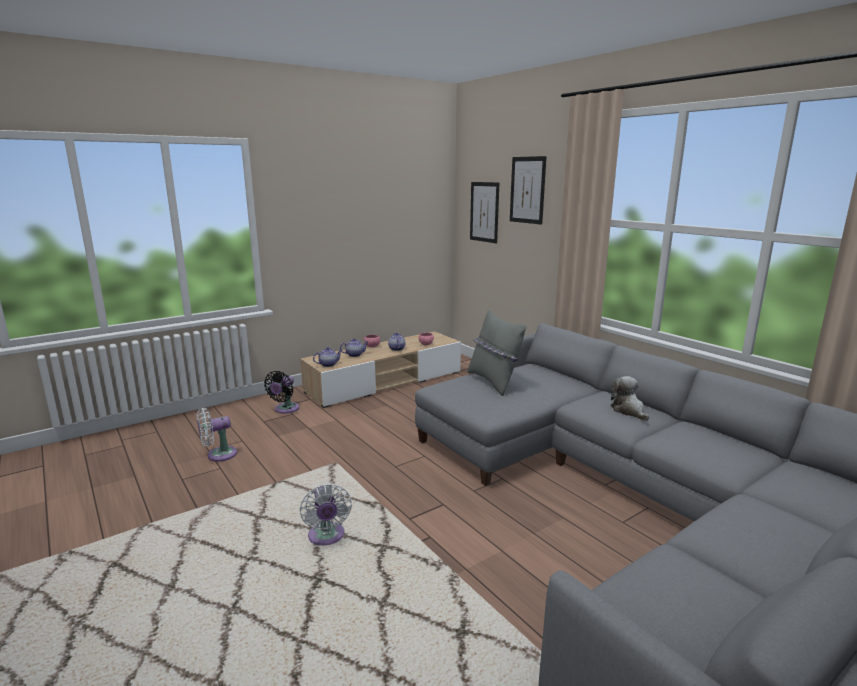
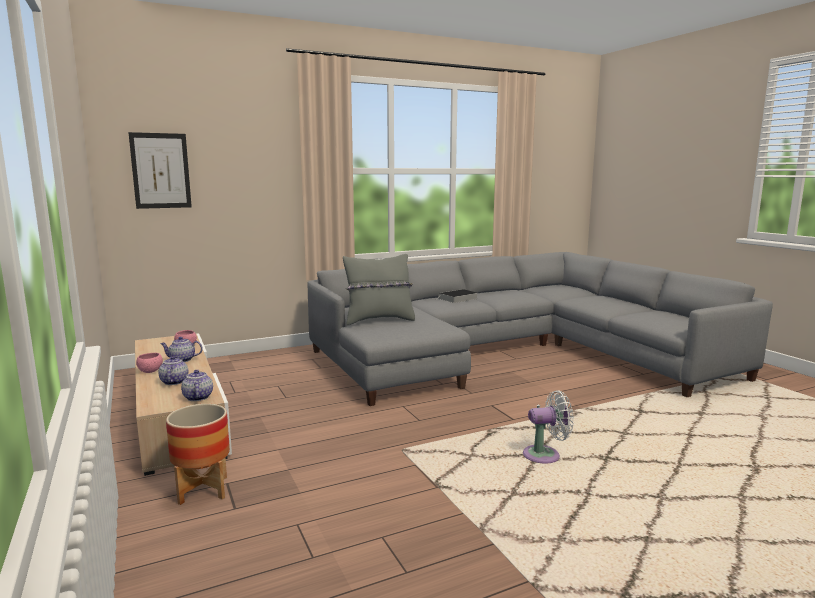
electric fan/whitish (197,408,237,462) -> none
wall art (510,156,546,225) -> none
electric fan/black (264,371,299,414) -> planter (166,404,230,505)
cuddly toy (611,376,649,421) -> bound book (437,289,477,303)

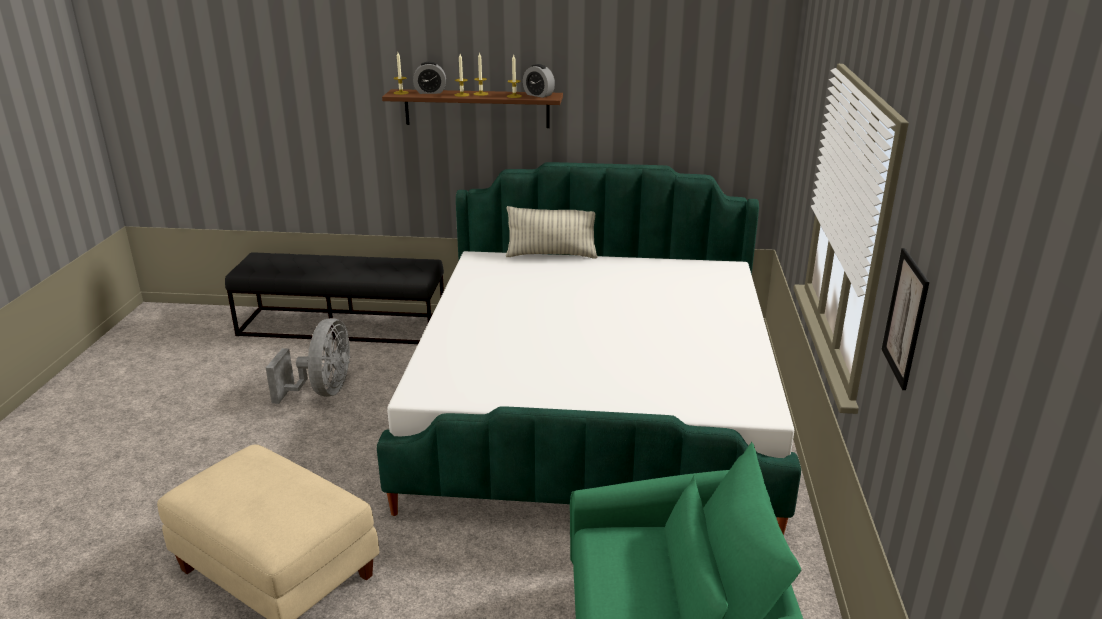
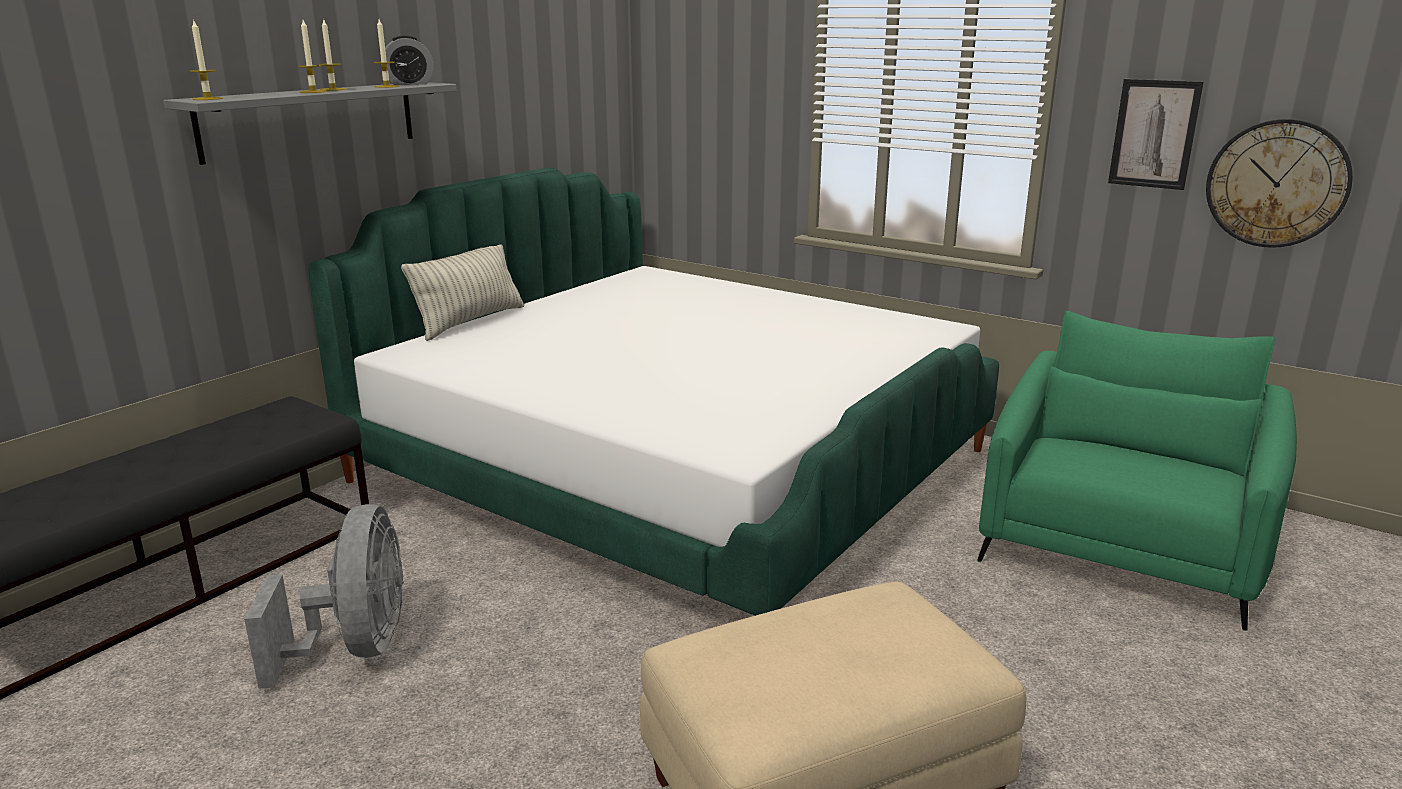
alarm clock (413,62,446,94) -> none
none -> clock on the wall (1206,119,1353,248)
shelf/brown (382,89,563,128) -> shelf/gray (163,82,457,165)
electric fan/gray (266,318,350,404) -> electric fan/gray (244,504,404,689), 45 degrees clockwise

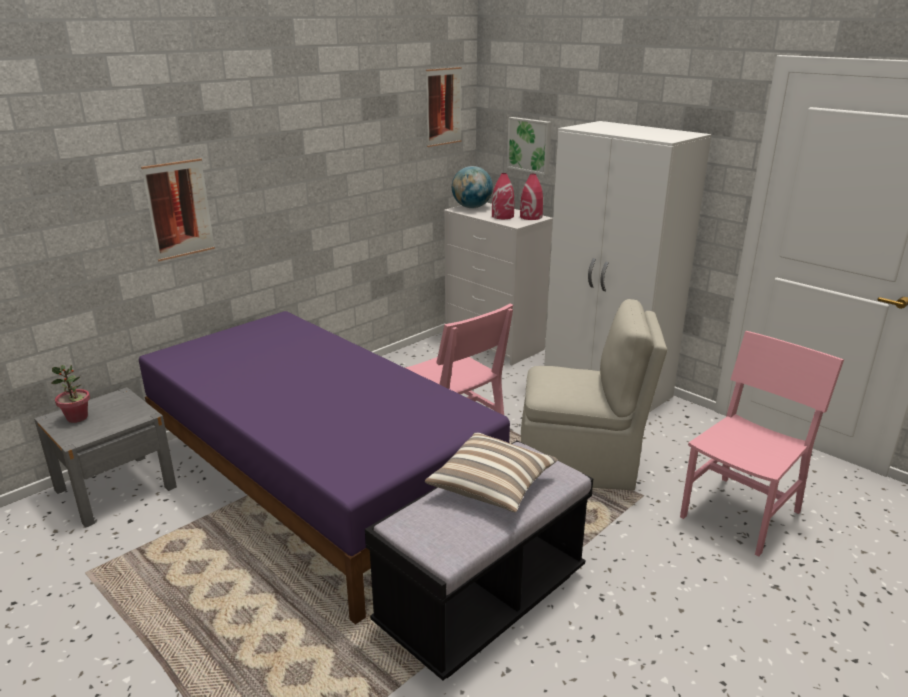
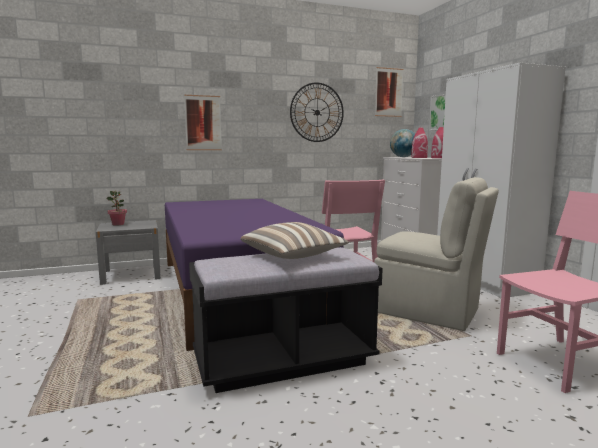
none -> clock on the wall (290,83,344,142)

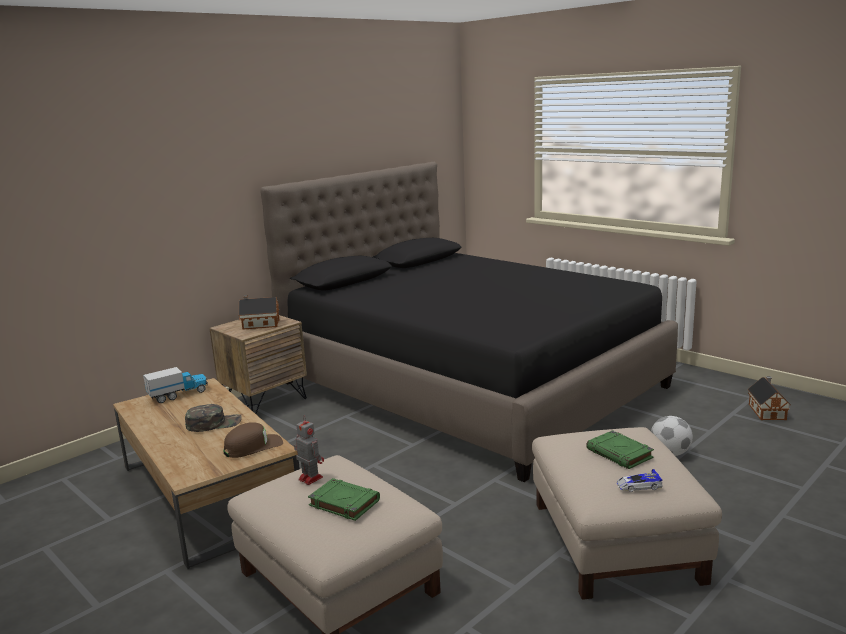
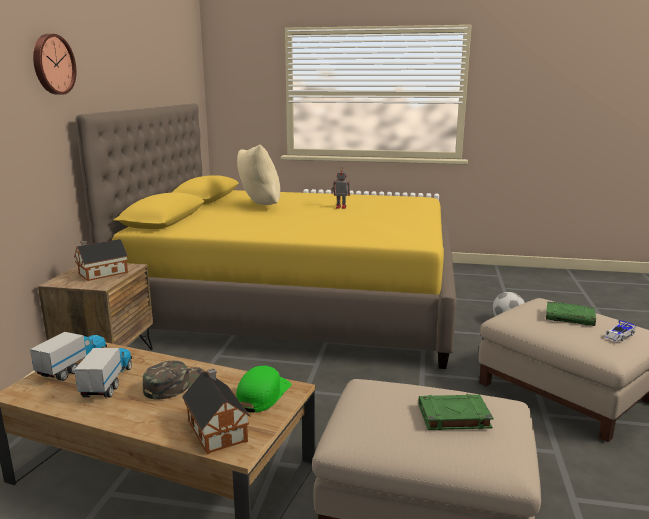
none -> clock on the wall (33,34,76,95)
none -> model truck (74,342,132,397)
none -> pillow/beige-coloured (237,144,280,205)
model robot (294,416,324,485) -> model robot (332,167,350,209), shifted
miniature house (747,376,791,420) -> miniature house (182,369,251,454), shifted
cap/brown (223,422,283,458) -> cap/green-coloured (236,366,292,413)
bedroom bed/black (260,162,678,482) -> bedroom bed/yellow (75,103,456,369)

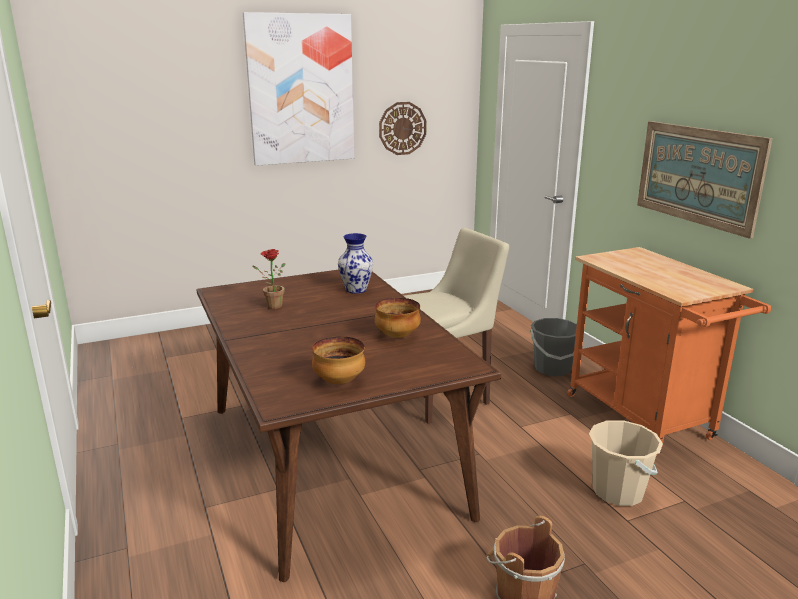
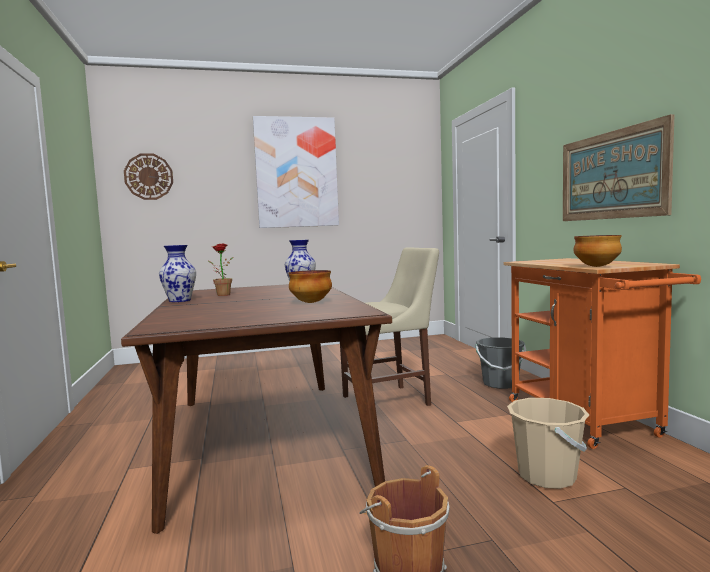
none -> decorative vase (159,245,196,302)
bowl (312,336,365,384) -> bowl (573,235,622,267), shifted
clock on the wall (379,102,427,155) -> clock on the wall (124,153,173,200), shifted

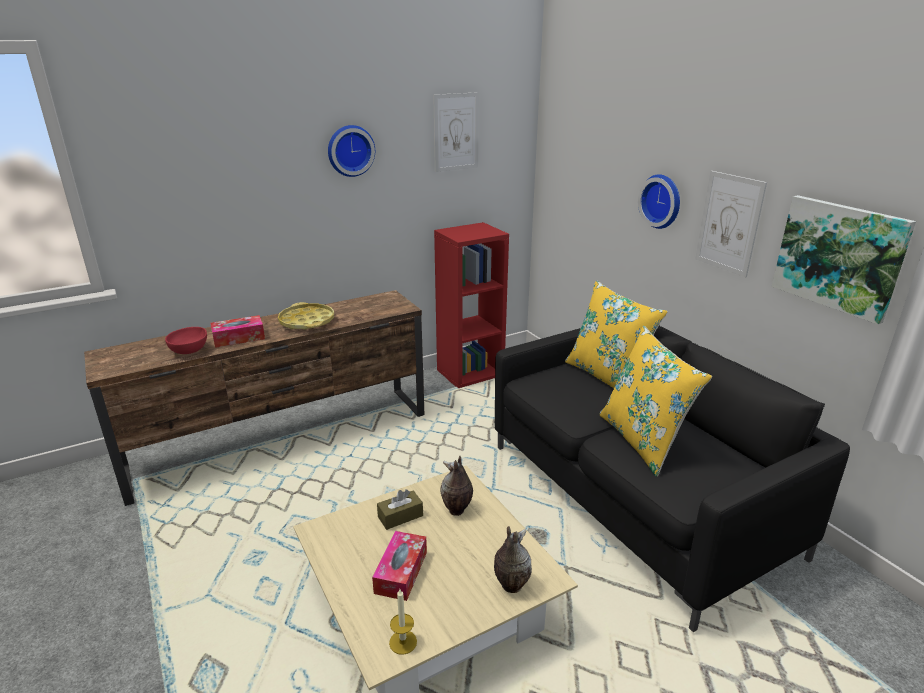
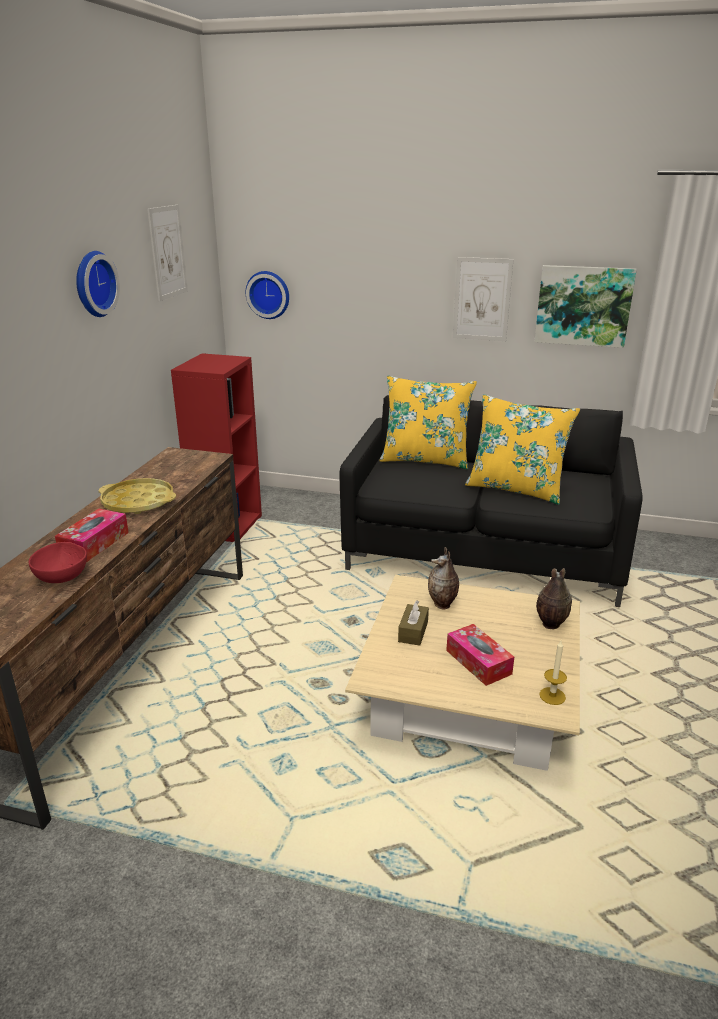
clock on the wall (638,174,680,229) -> clock on the wall (246,271,289,319), shifted

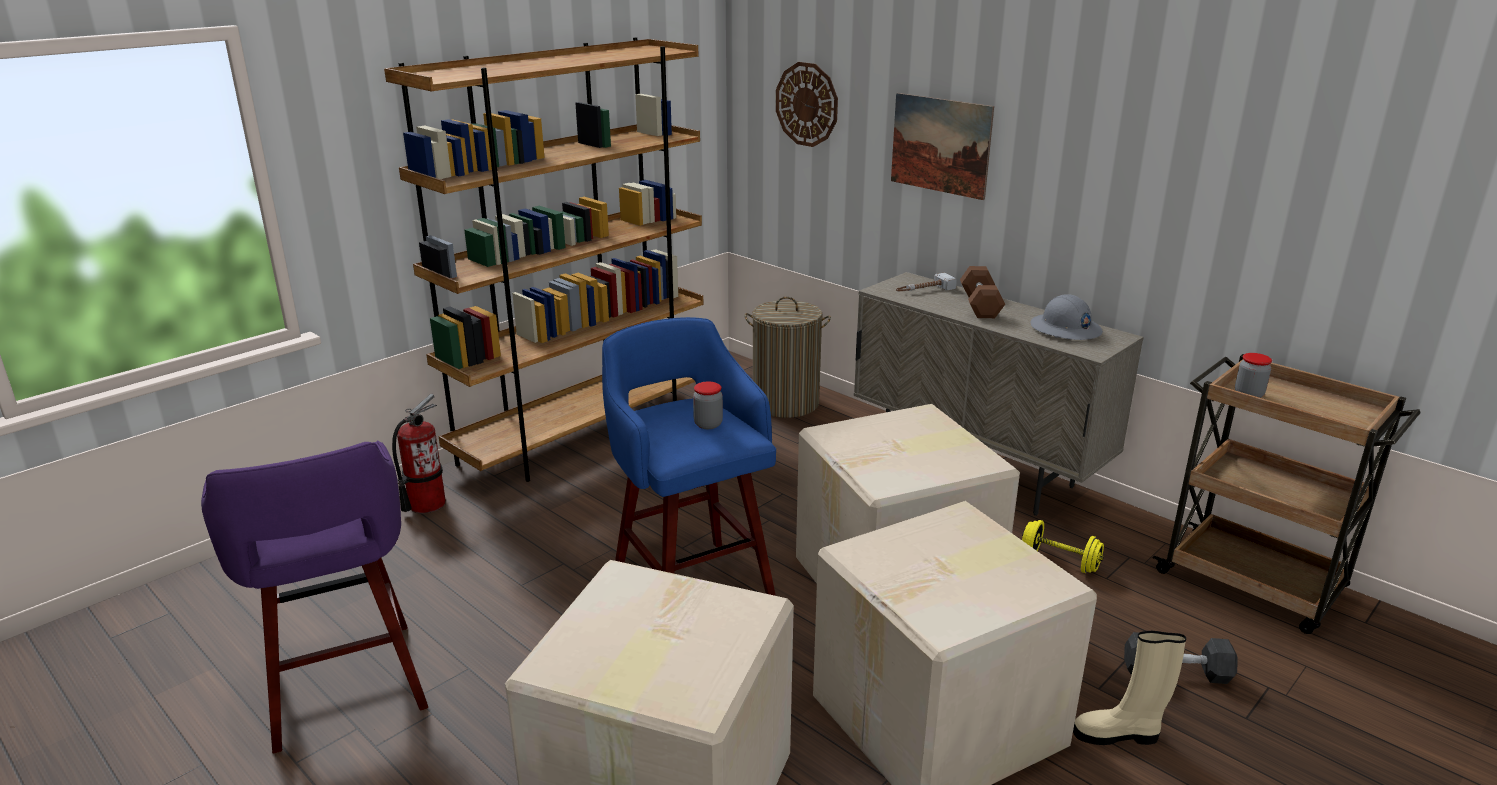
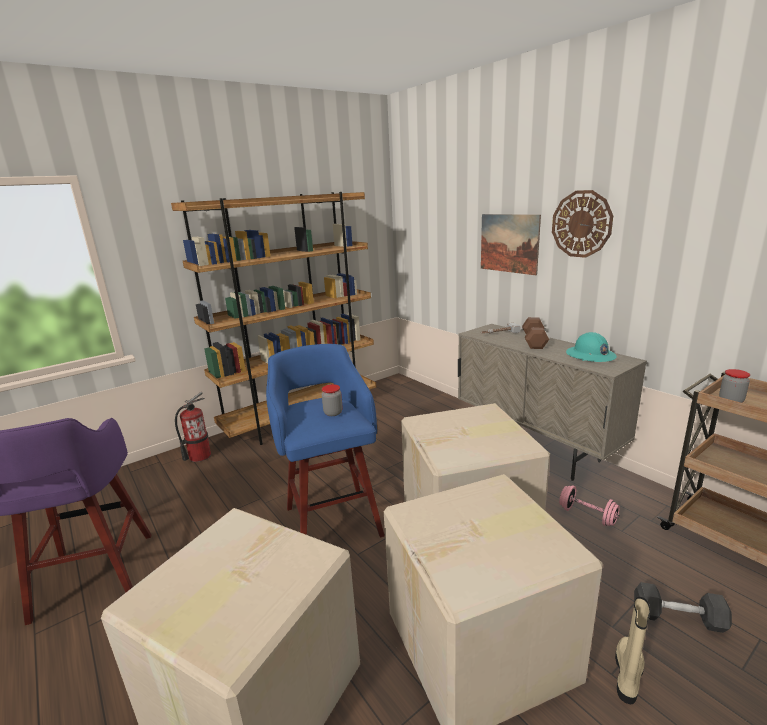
hamper (744,297,831,418) -> none
clock on the wall (776,62,838,147) -> clock on the wall (552,190,613,258), shifted
hand weight/yellow (1022,520,1104,573) -> hand weight/pinkish (559,485,620,526)
safety helmet/gray (1031,295,1103,340) -> safety helmet/blue-green (566,332,617,362)
tall boot/beige-coloured (1073,631,1186,745) -> tall boot/beige-coloured (615,597,650,704), 105 degrees clockwise

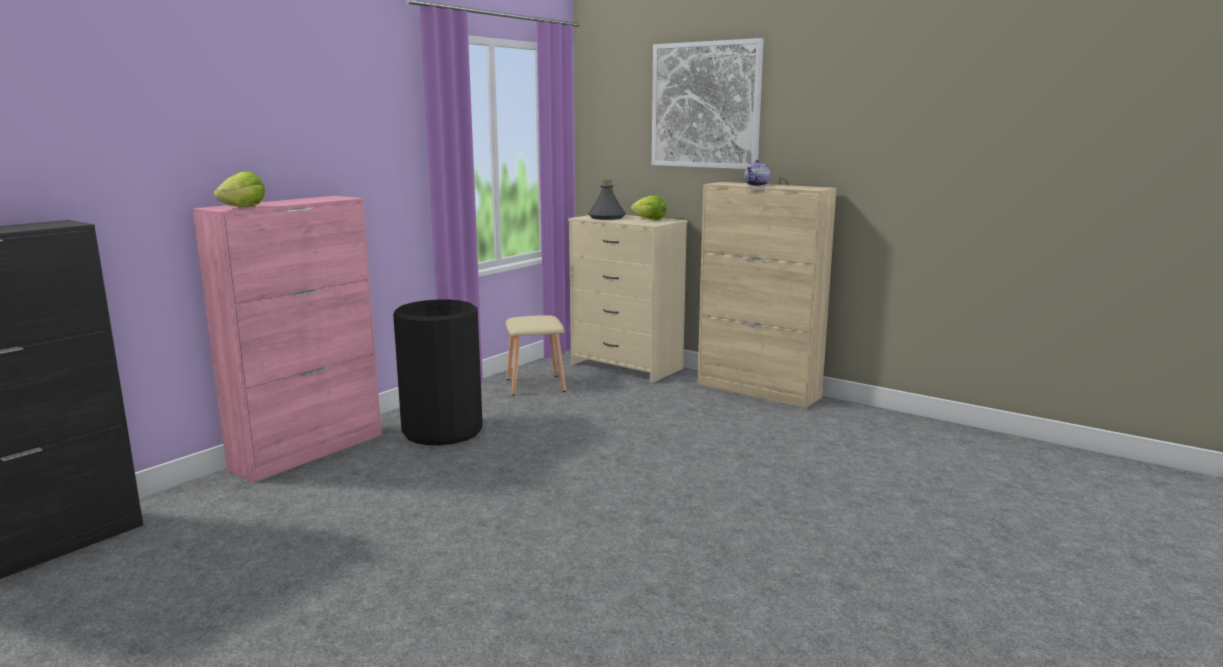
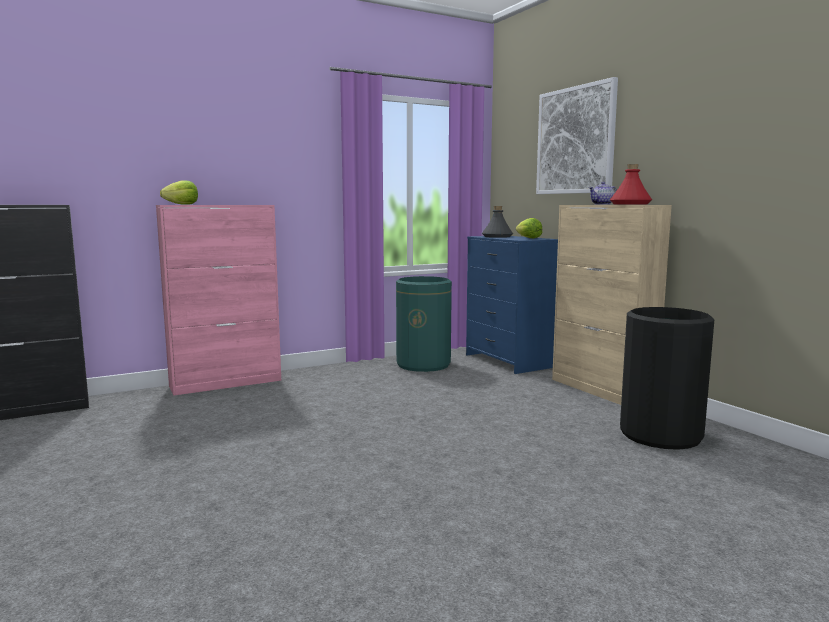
none -> drink bottle/red-coloured (610,164,652,205)
waste bin/black (393,300,483,445) -> waste bin/black (620,307,714,450), shifted
stool/beige-coloured (506,315,566,396) -> waste bin/green-coloured (396,276,452,372)
chest of drawers/beige-coloured (568,215,688,383) -> chest of drawers/bluish (466,236,558,374)

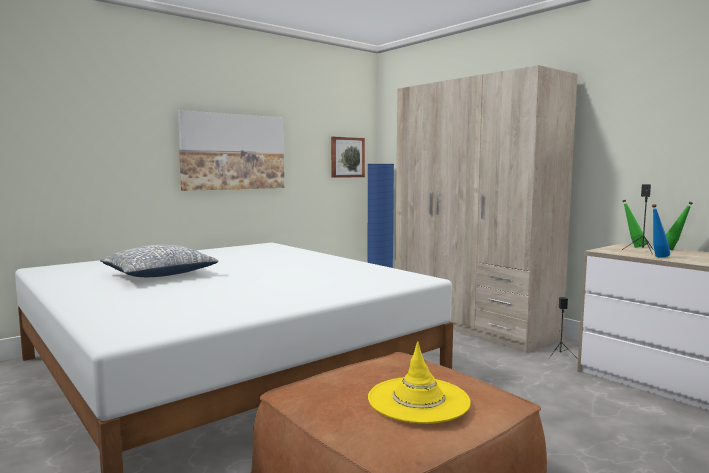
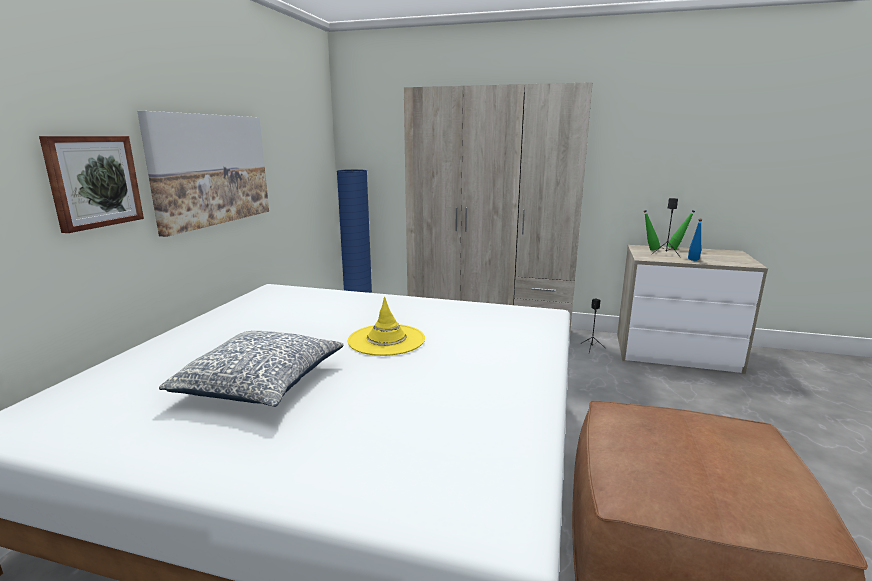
wall art (331,137,365,178) -> wall art (39,136,144,233), shifted
wearable hat/yellow (368,341,471,424) -> wearable hat/yellow (347,296,425,356), shifted

